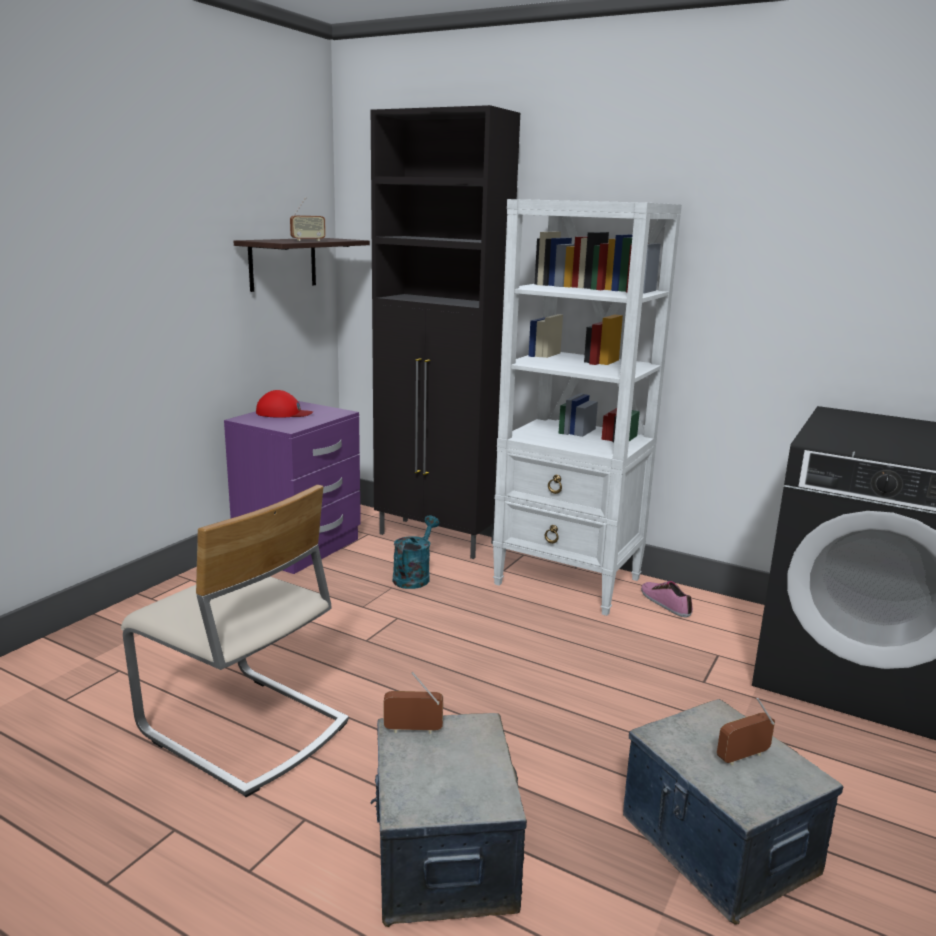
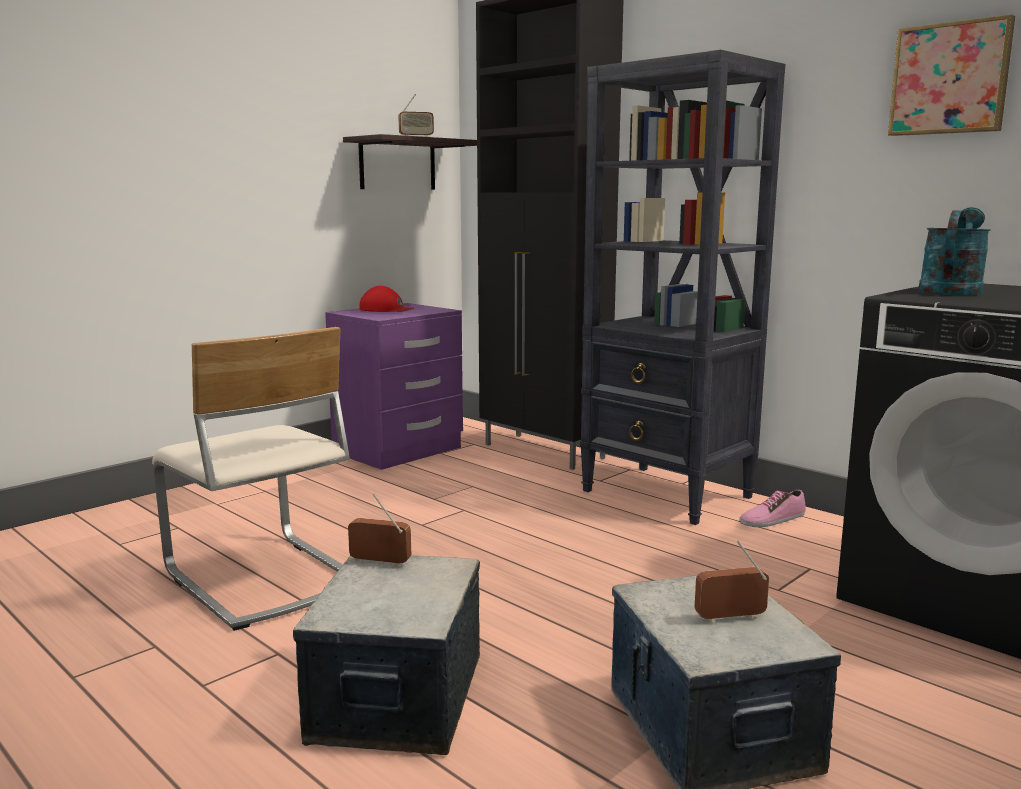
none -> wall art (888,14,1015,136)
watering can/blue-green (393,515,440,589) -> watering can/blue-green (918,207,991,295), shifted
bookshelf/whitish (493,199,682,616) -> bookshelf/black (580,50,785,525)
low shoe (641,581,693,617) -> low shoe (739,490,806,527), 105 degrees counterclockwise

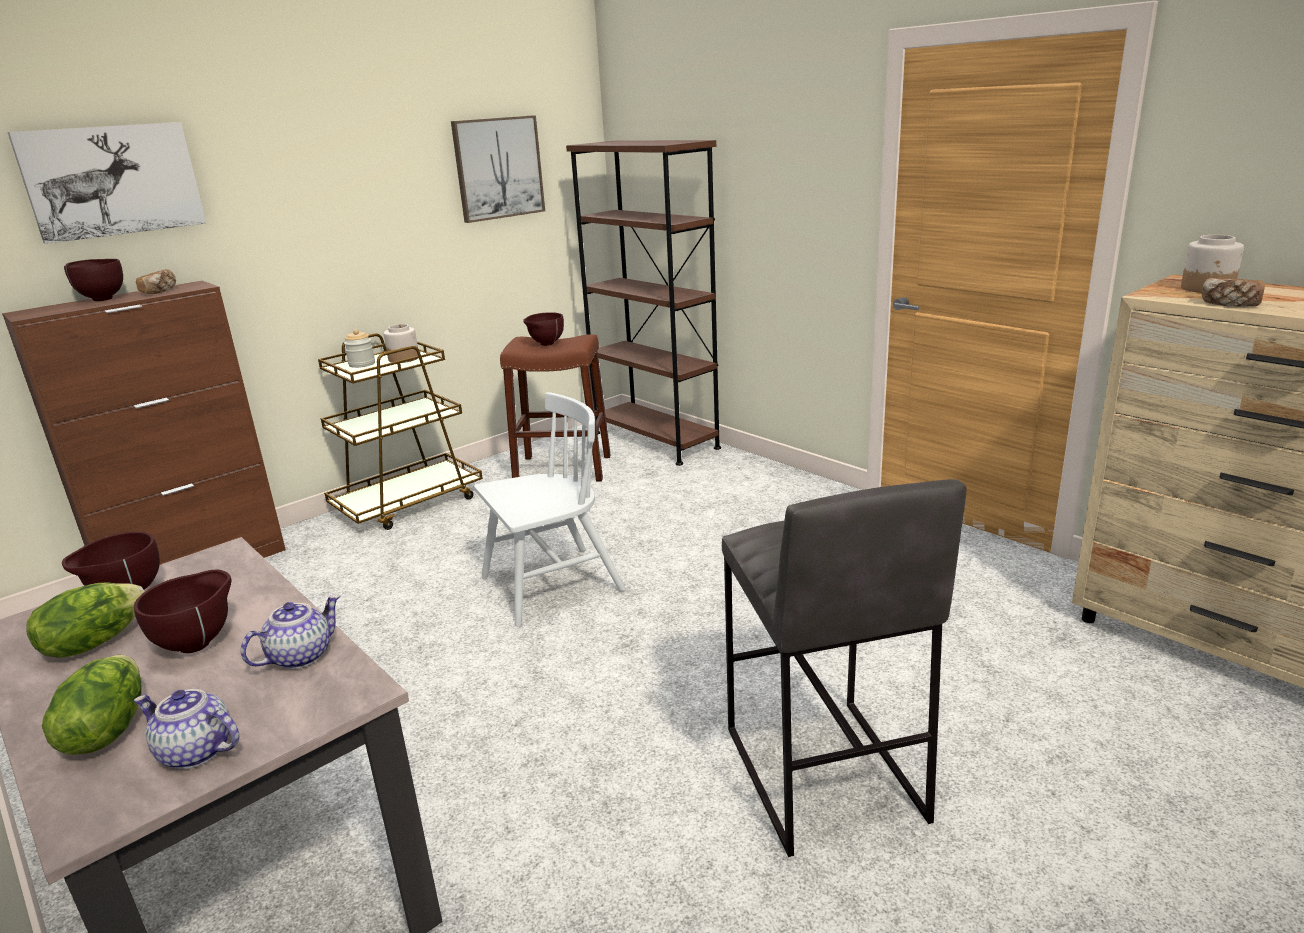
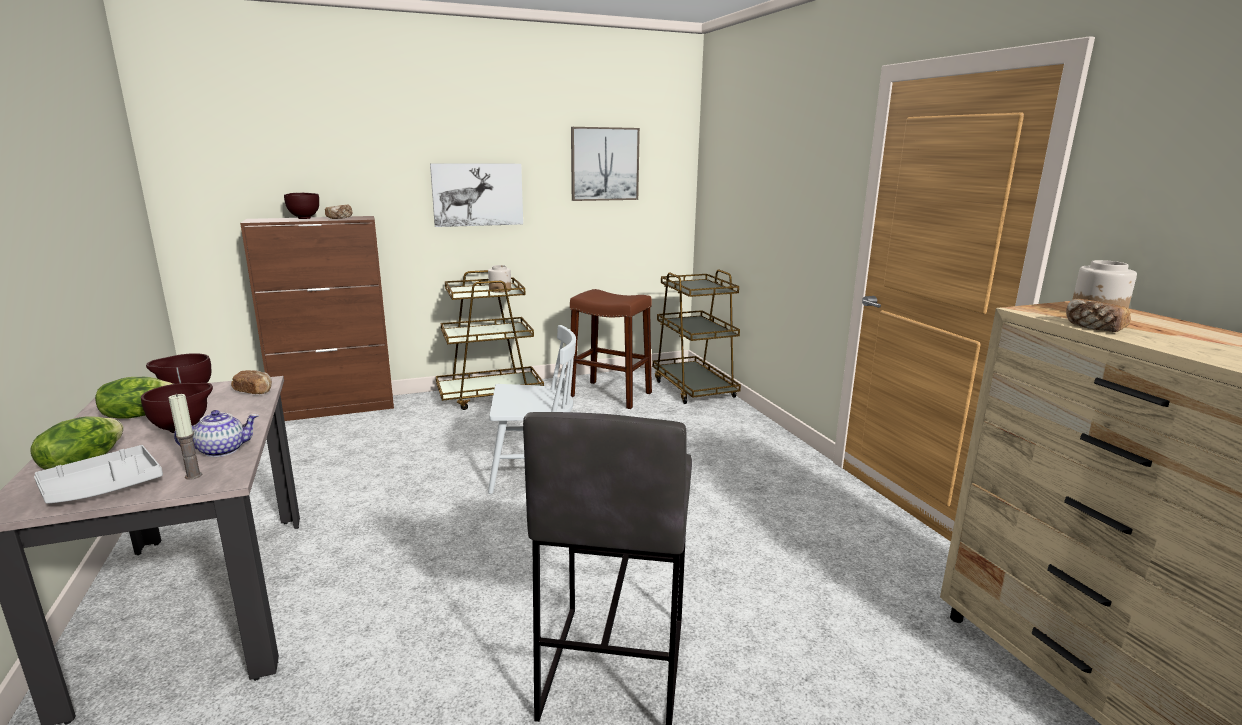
jar (344,329,375,368) -> none
bowl/brown (523,312,564,346) -> none
none -> wax light (169,394,202,480)
none -> bakery bread (231,370,272,394)
wall art (8,122,206,244) -> wall art (430,164,523,227), shifted
pot for tea (134,689,239,769) -> serving tray/gray (34,445,163,504)
bookshelf/brown (566,140,721,466) -> trolley/brown (652,270,741,404)

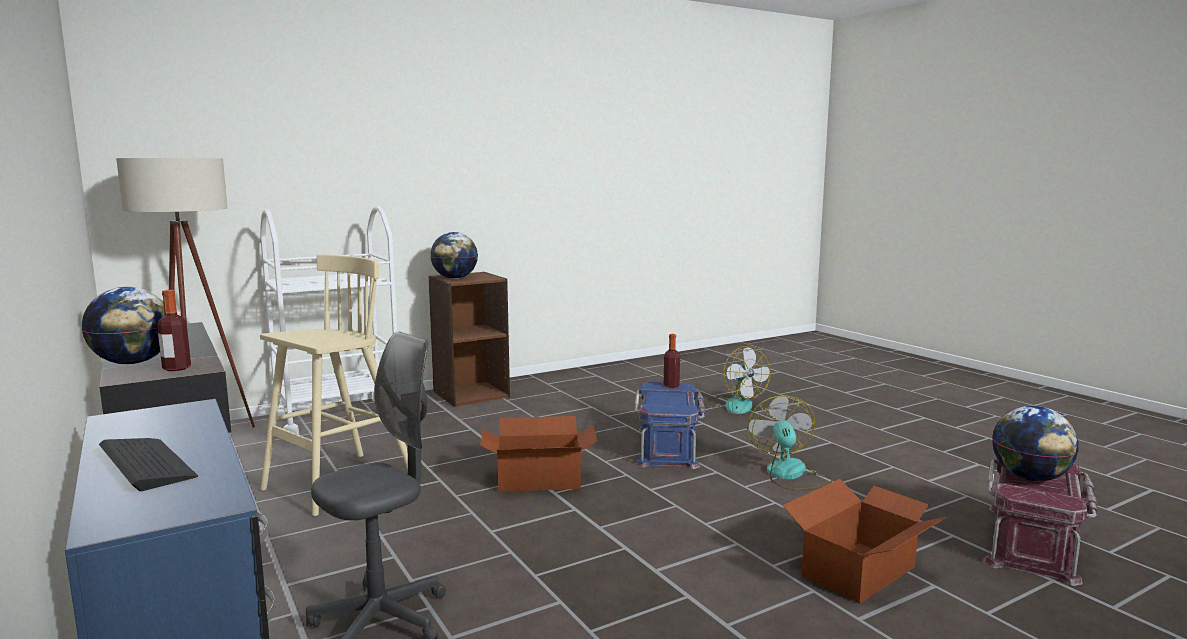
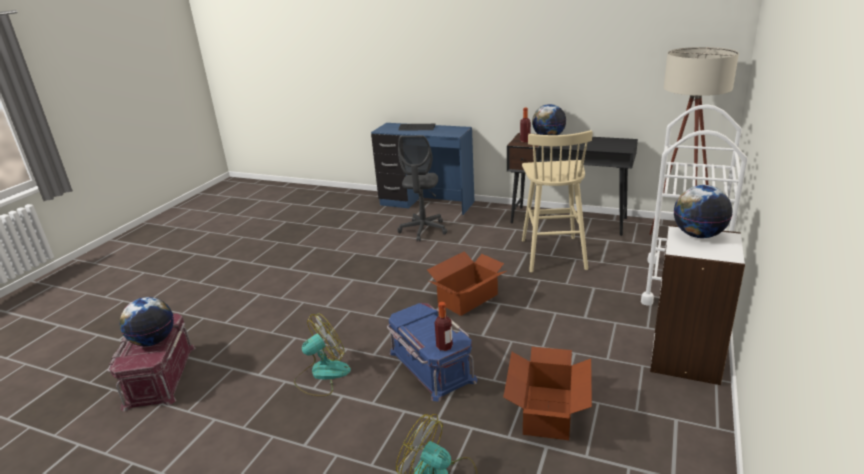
carton (782,479,946,604) -> carton (503,347,592,440), shifted
bookshelf/brown (428,272,510,407) -> bookshelf/whitish (650,225,745,385)
electric fan (747,396,833,490) -> electric fan (294,313,351,396), 90 degrees counterclockwise

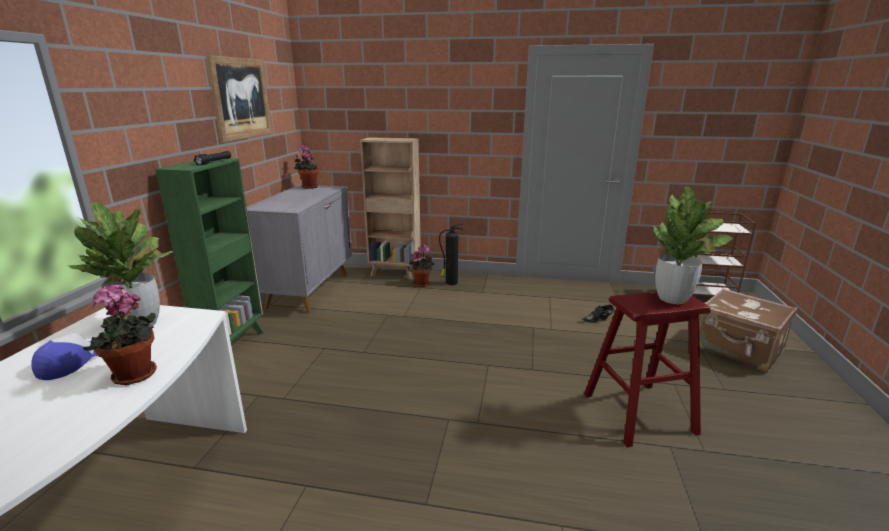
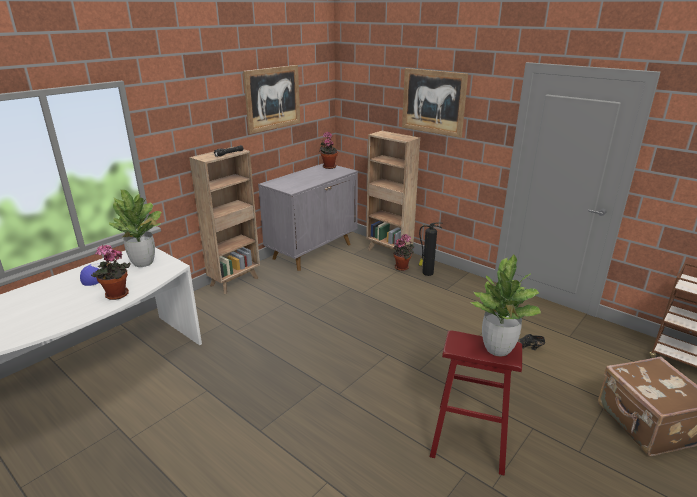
none -> wall art (402,68,468,138)
bookshelf/green-coloured (155,158,263,343) -> bookshelf/brown (189,147,260,294)

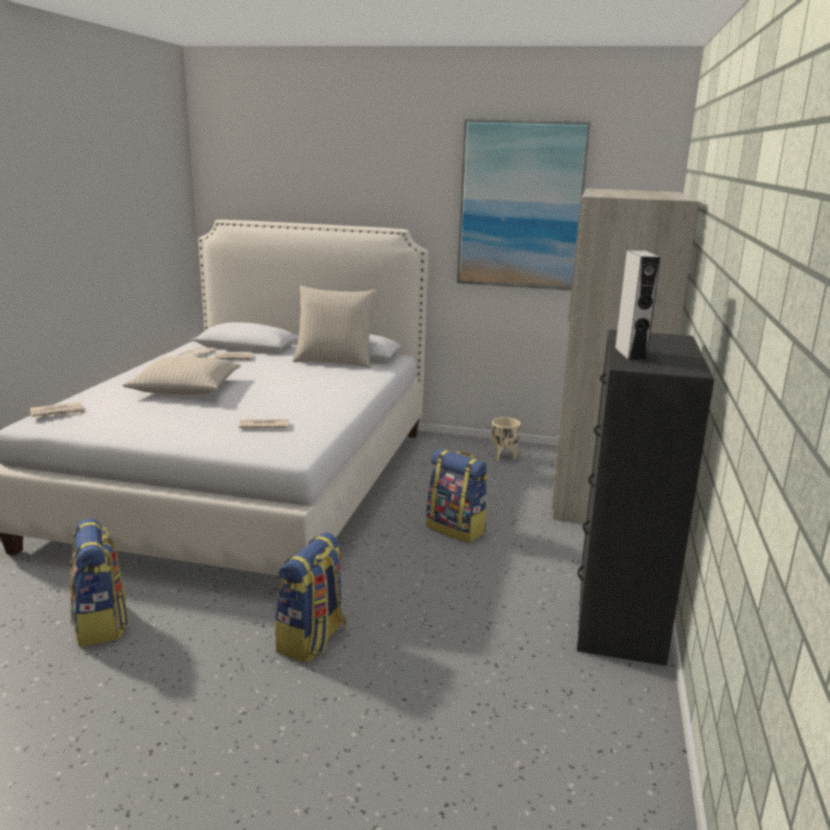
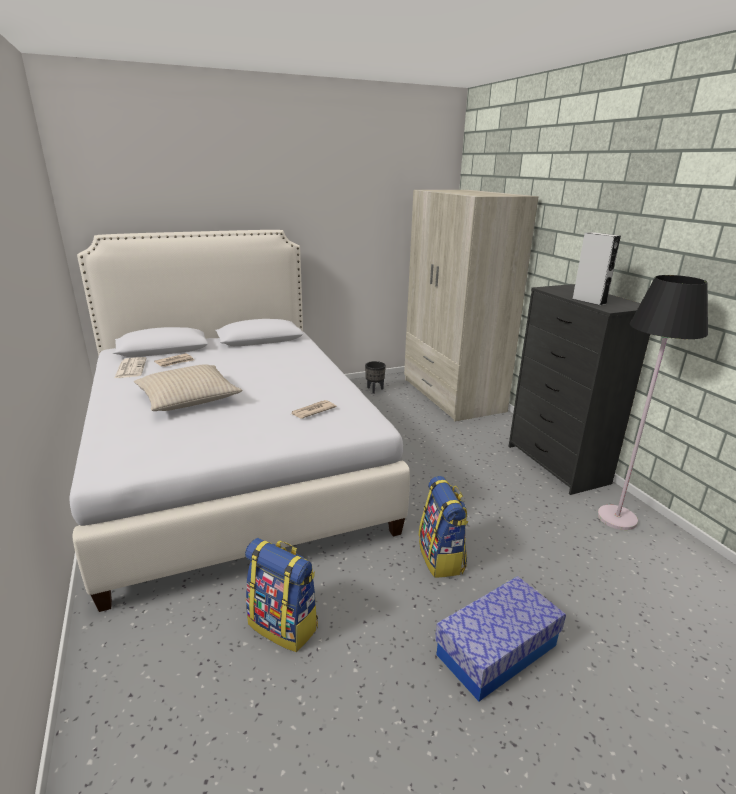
newspaper (30,402,86,418) -> none
pillow/beige-coloured (293,286,377,368) -> none
backpack (426,449,488,543) -> none
wall art (457,119,591,291) -> none
none -> storage box (435,576,566,701)
none -> standing lamp/black (598,275,708,530)
planter/beige-coloured (492,417,521,461) -> planter/black (365,361,386,394)

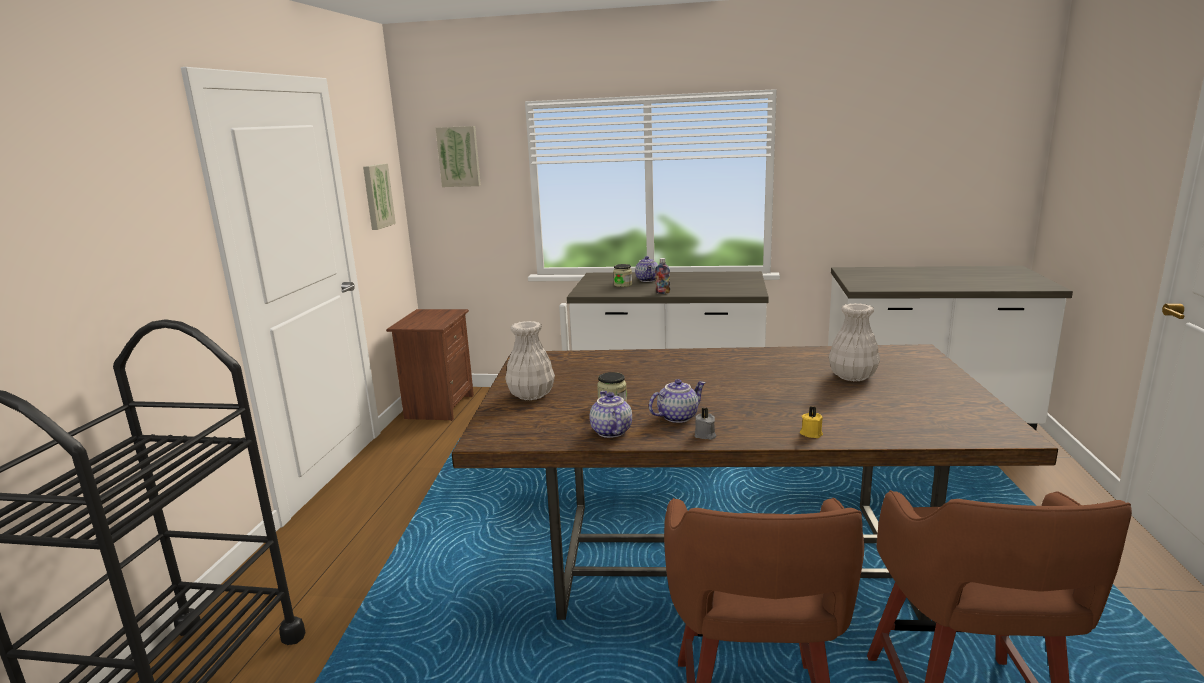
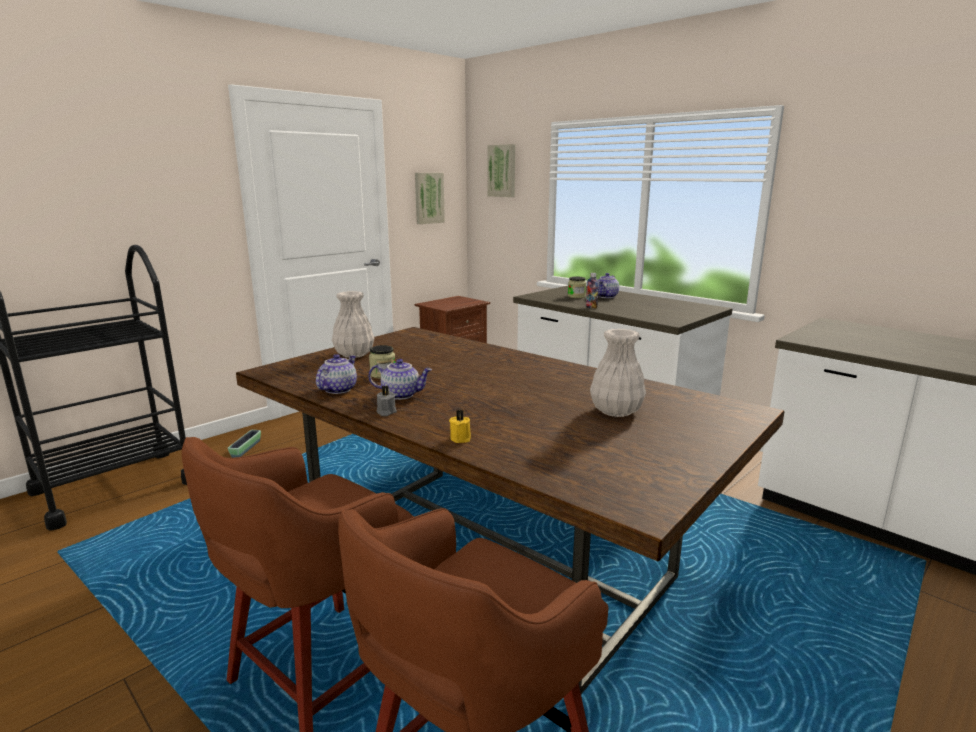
none -> planter (228,430,261,458)

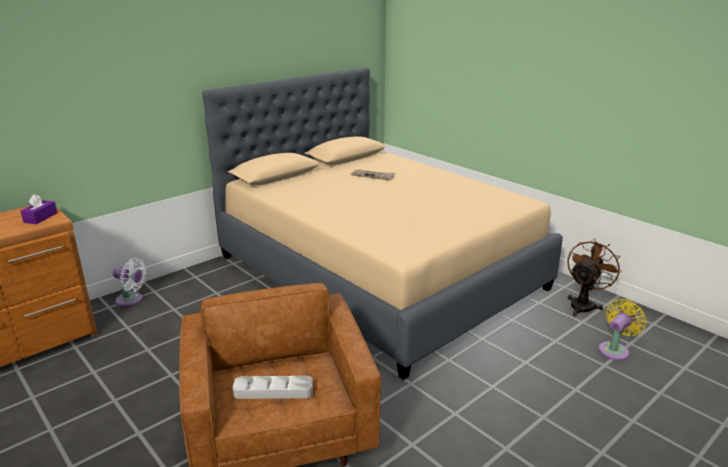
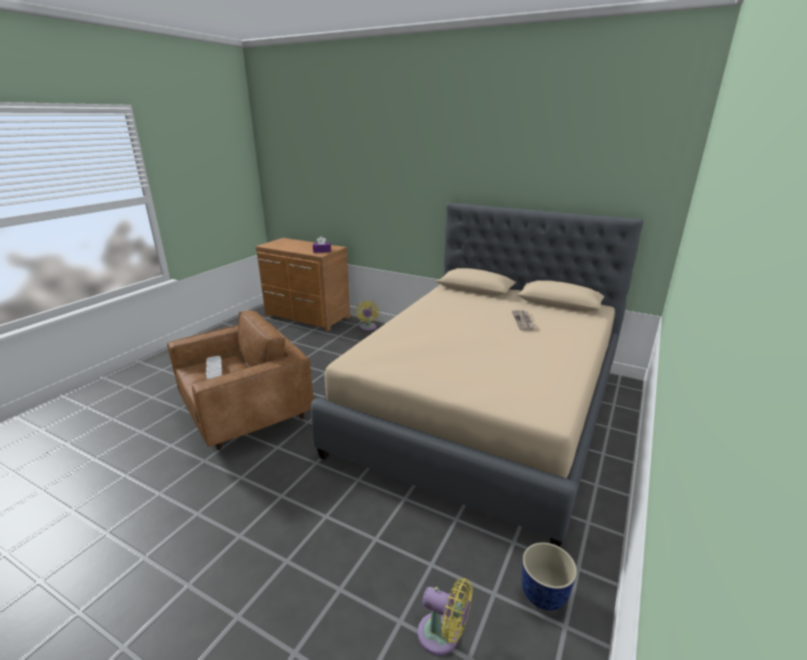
electric fan/brown (567,238,622,316) -> planter (522,542,577,611)
electric fan/whitish (113,258,147,307) -> electric fan/yellow (356,301,379,331)

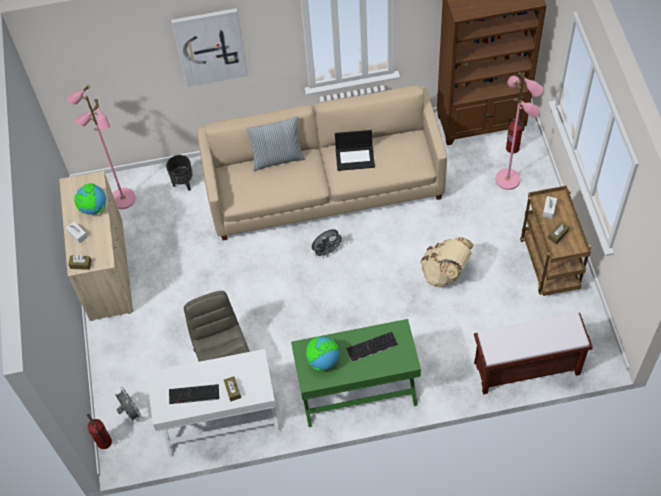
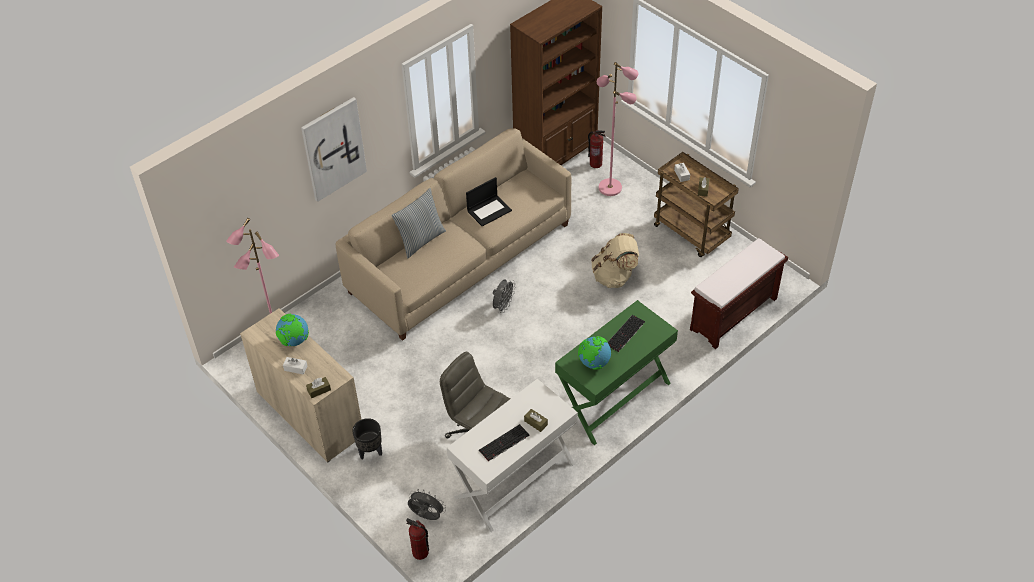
planter/black (166,155,192,191) -> planter/black (352,418,382,459), shifted

